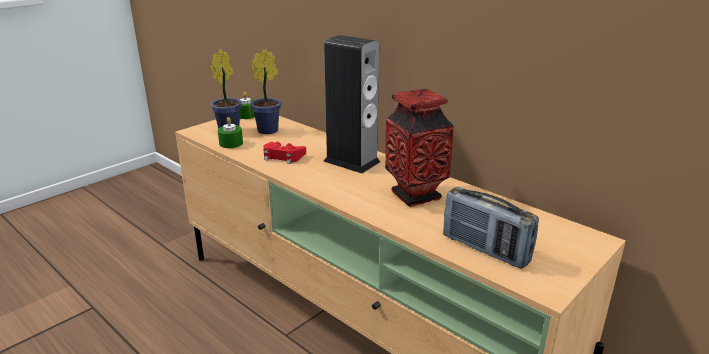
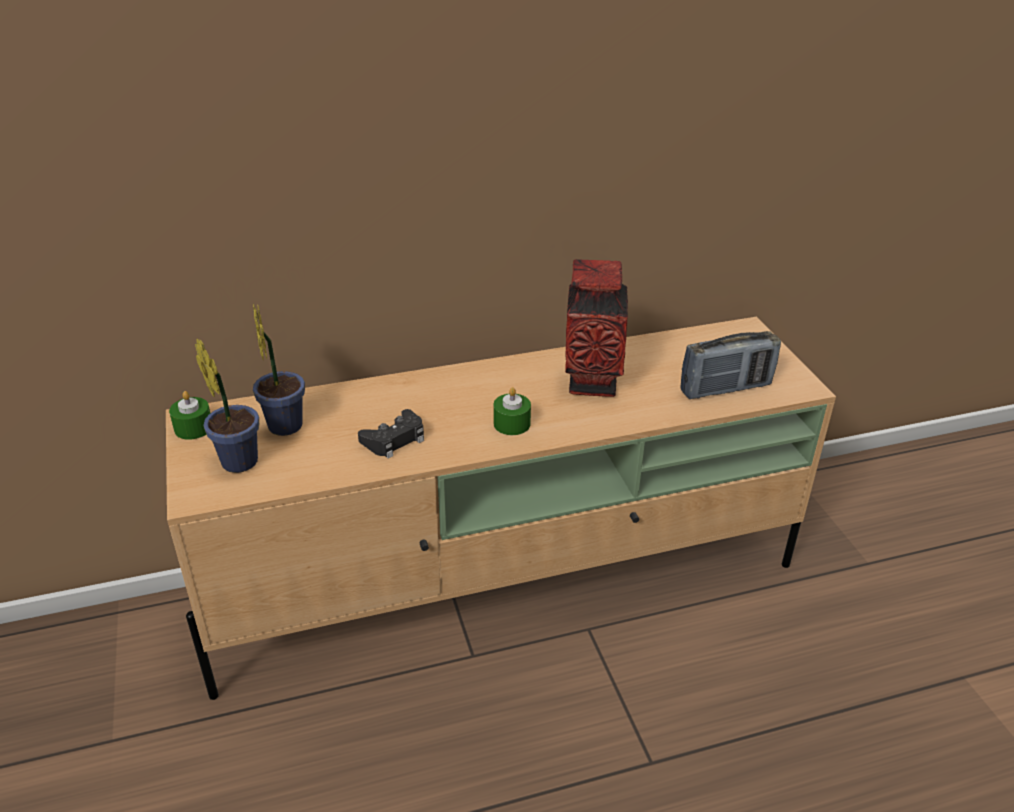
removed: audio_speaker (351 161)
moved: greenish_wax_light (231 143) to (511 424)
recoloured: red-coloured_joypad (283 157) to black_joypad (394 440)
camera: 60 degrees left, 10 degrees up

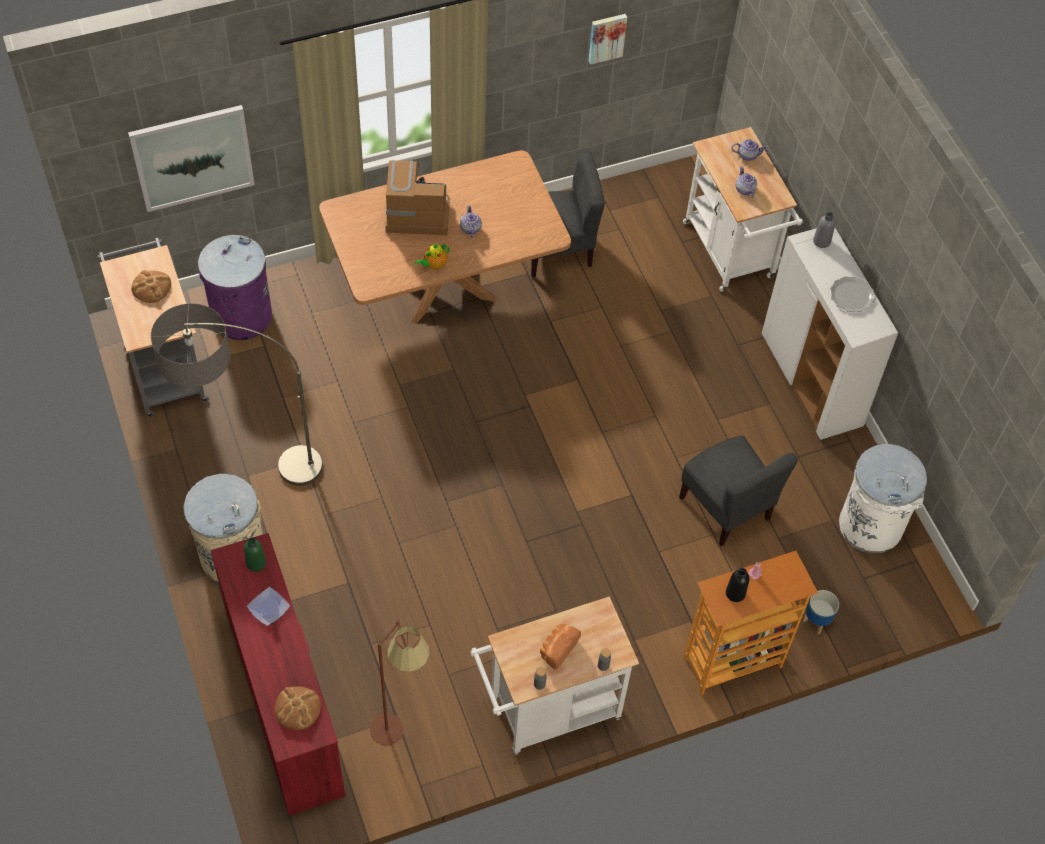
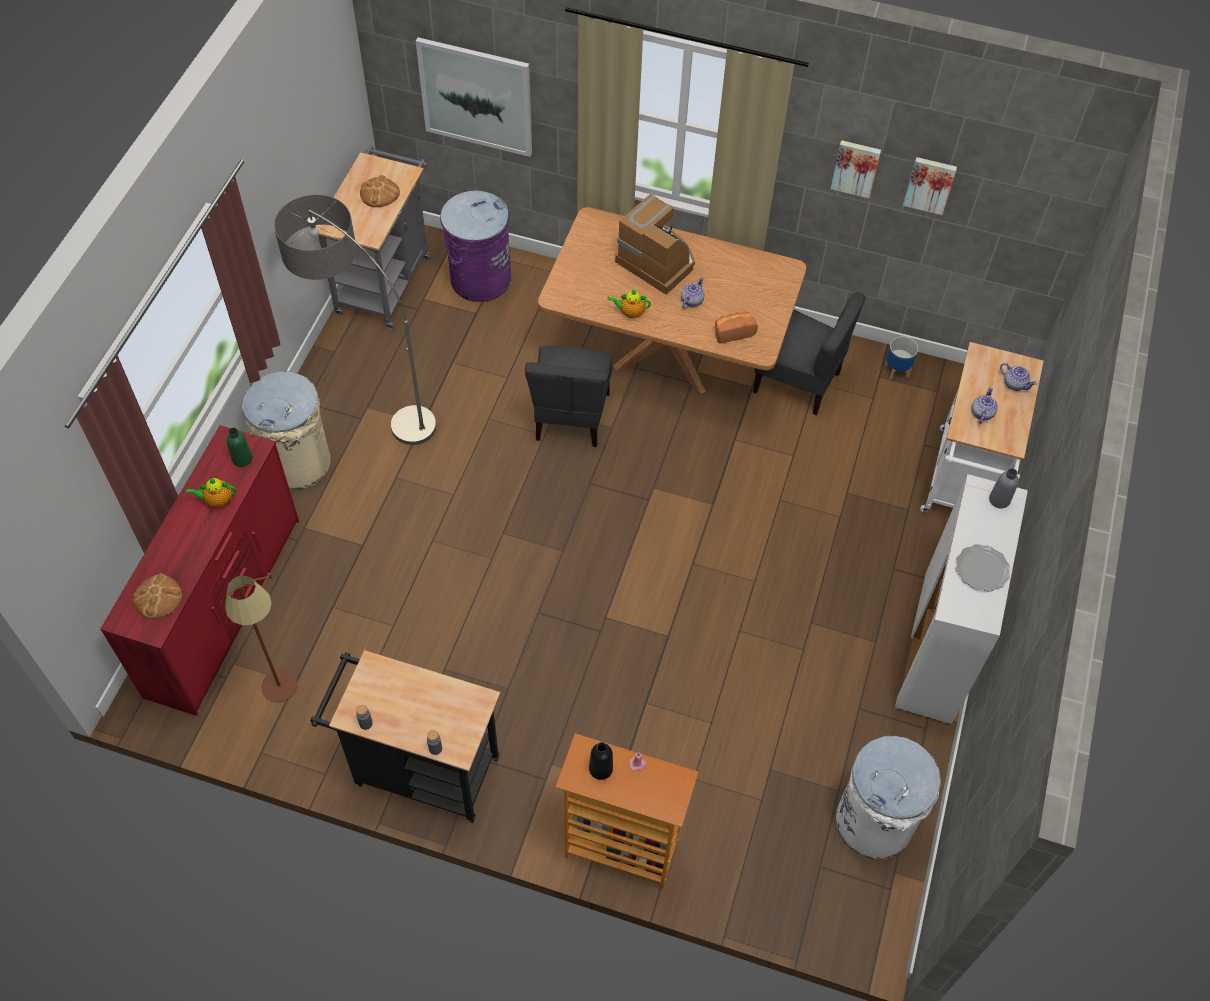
added: picture (856 167)
moved: baked_bread (557 649) to (733 332); grey_upright_chair (726 508) to (570 417); flower_pot (817 620) to (897 370)
replaced: dinner_plate (268 607) to tea_pot (217 500)
recoloured: white-coloured_trolley (547 711) to black_trolley (419 769)
camera: 40 degrees right, 0 degrees up

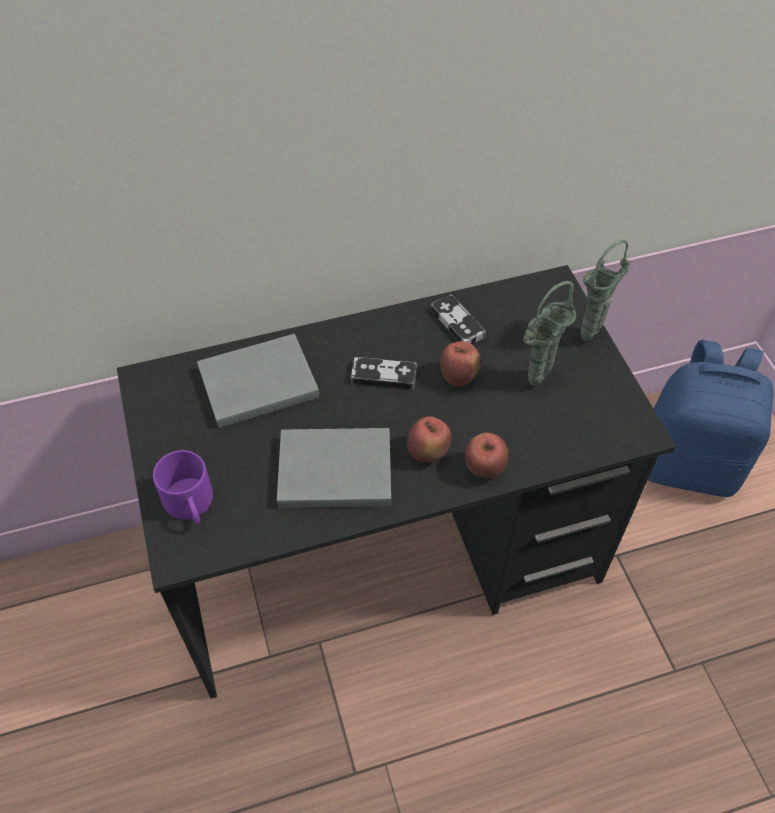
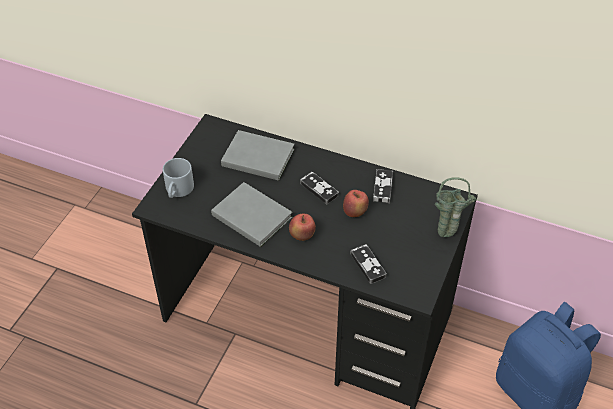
removed: apple_fruit (484 468); greenish_flower_vase (535 383)
added: joypad (368 265)
recoloured: purple-coloured_coffee_mug (192 504) to grey_coffee_mug (178 190)
camera: 40 degrees right, 5 degrees down

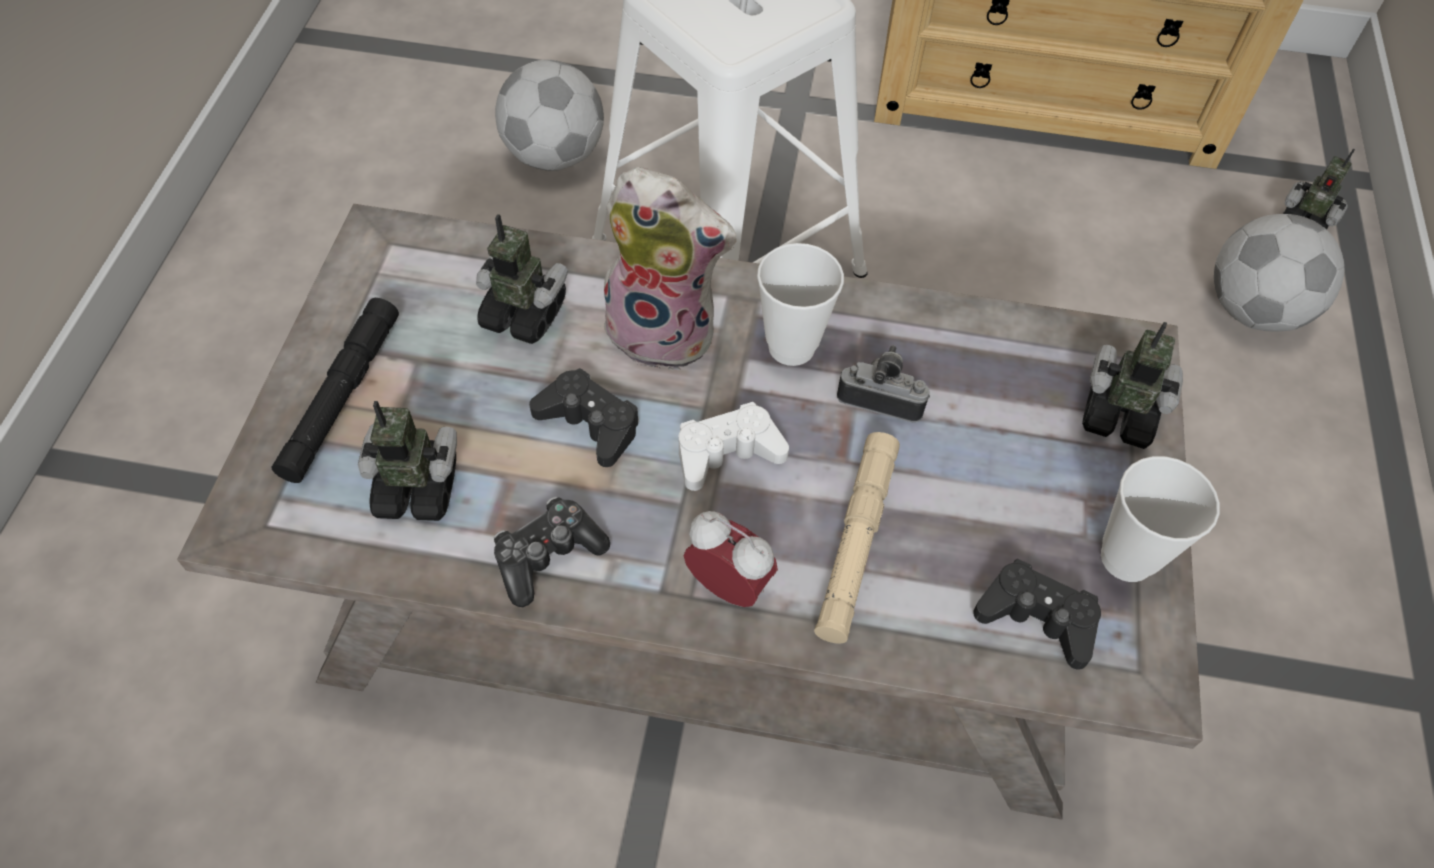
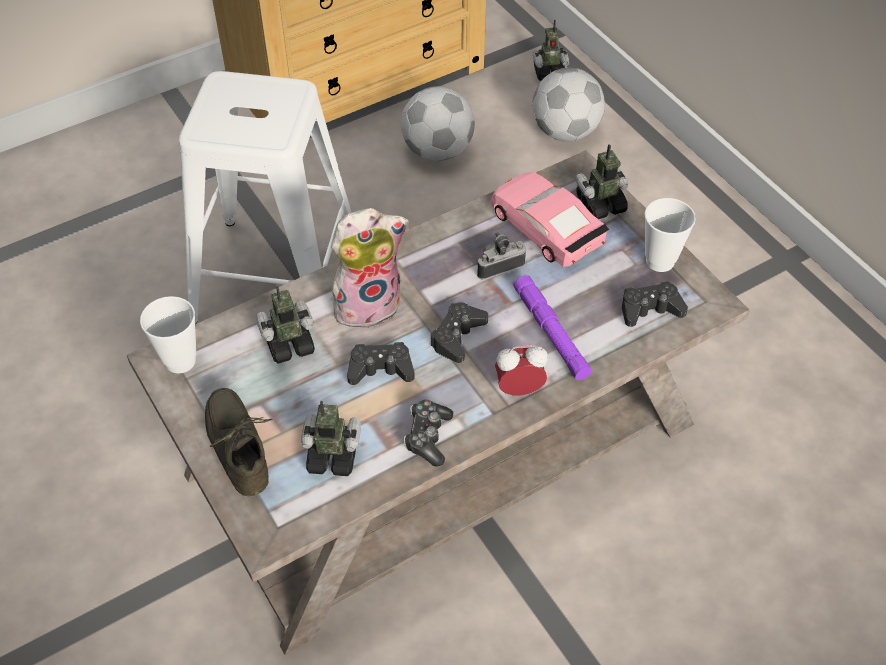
added: pink_miniature_car (546 228)
moved: ball_for_football (554 157) to (438 151); cup (791 347) to (180 361)
replaced: black_torch (342 396) to grey_shoe (242 446)
recoloured: white-coloured_joypad (727 453) to black_joypad (457 336); sand-coloured_torch (856 541) to purple-coloured_torch (551 332)
turned: robot_figure (417 488) = (333 456) 45 degrees clockwise
camera: 40 degrees left, 5 degrees down

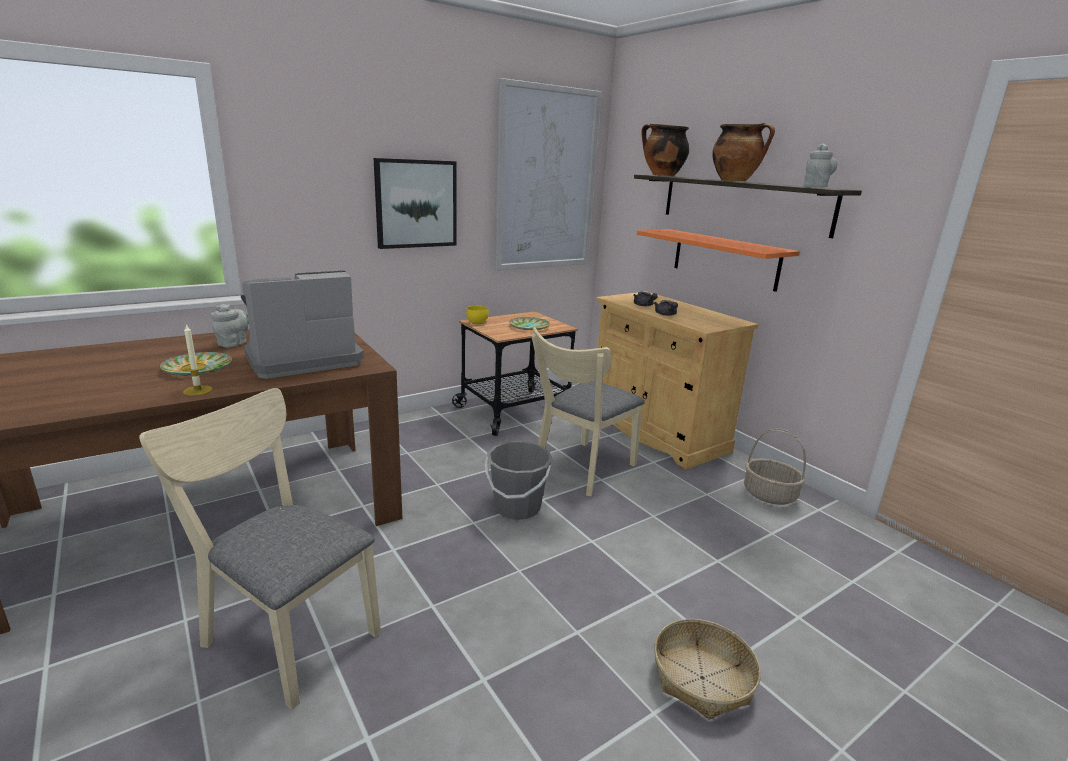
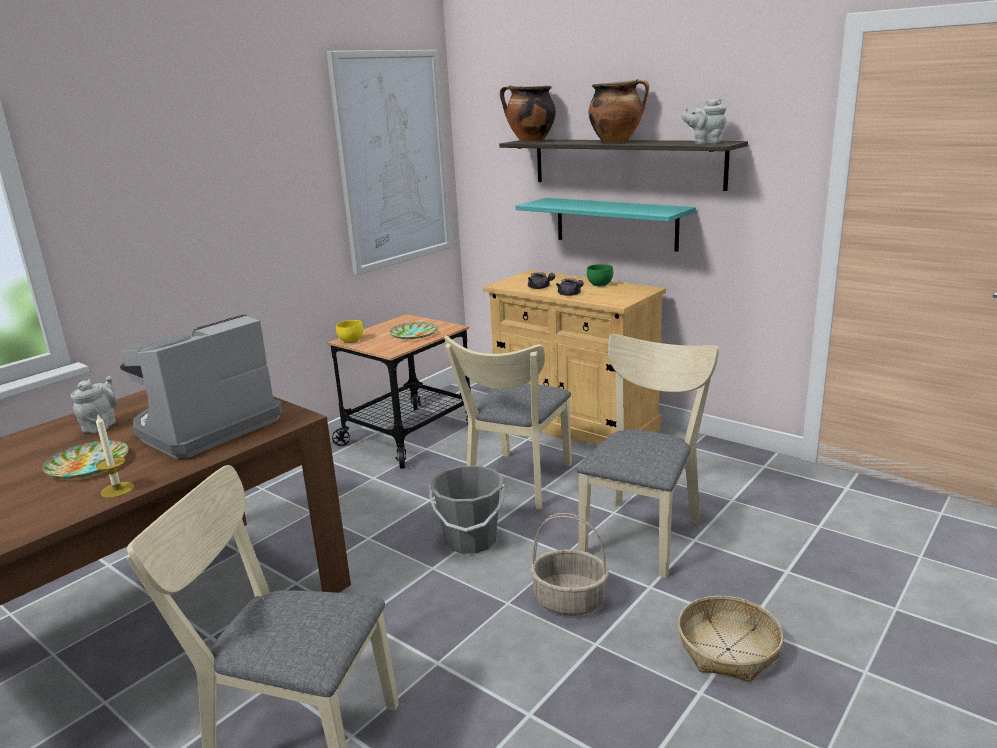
removed: picture (416 204)
added: sand-coloured_upright_chair (643 531); greenish_deep_dish (600 284)
moved: household_basket (770 495) to (570 600)
recoloured: orange-coloured_wall_shelf (725 259) to blue-green_wall_shelf (615 223)
turned: grey_tea_pot (816 187) = (705 142) 105 degrees counterclockwise
camera: 15 degrees left, 0 degrees up

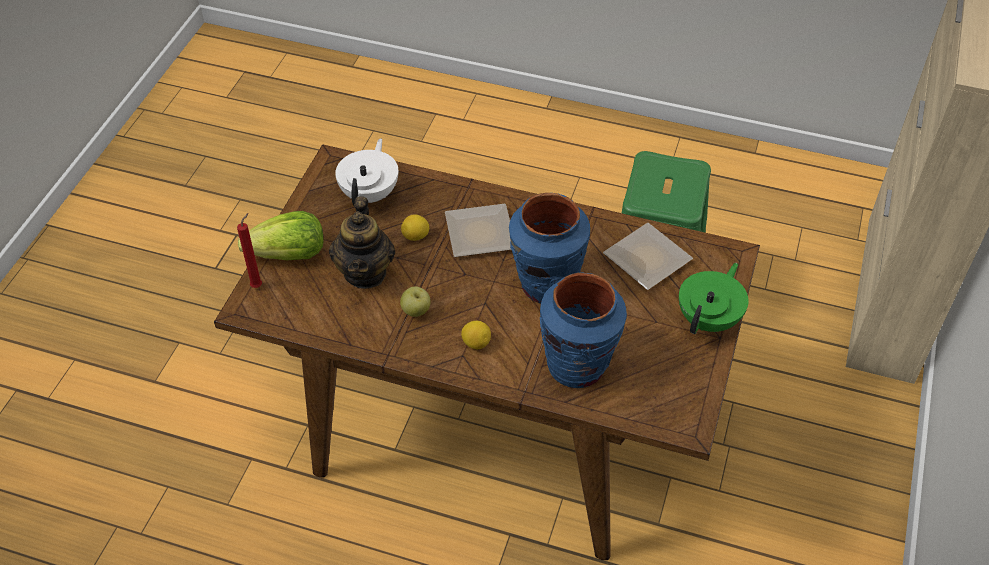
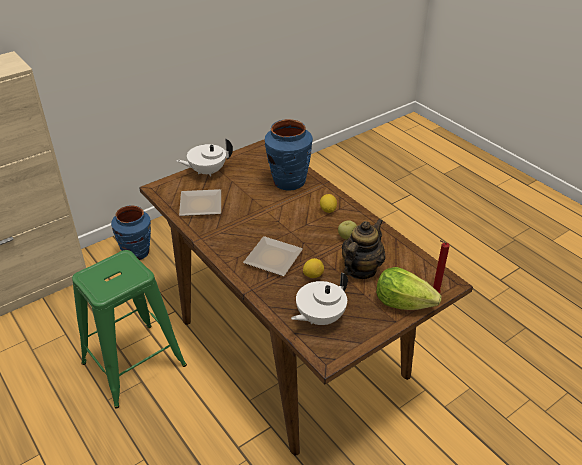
moved: bluish_flower_vase (547 285) to (136 253)
recoloured: greenish_tea_pot (709 319) to white-coloured_tea_pot (207 171)
camera: 145 degrees left, 10 degrees down

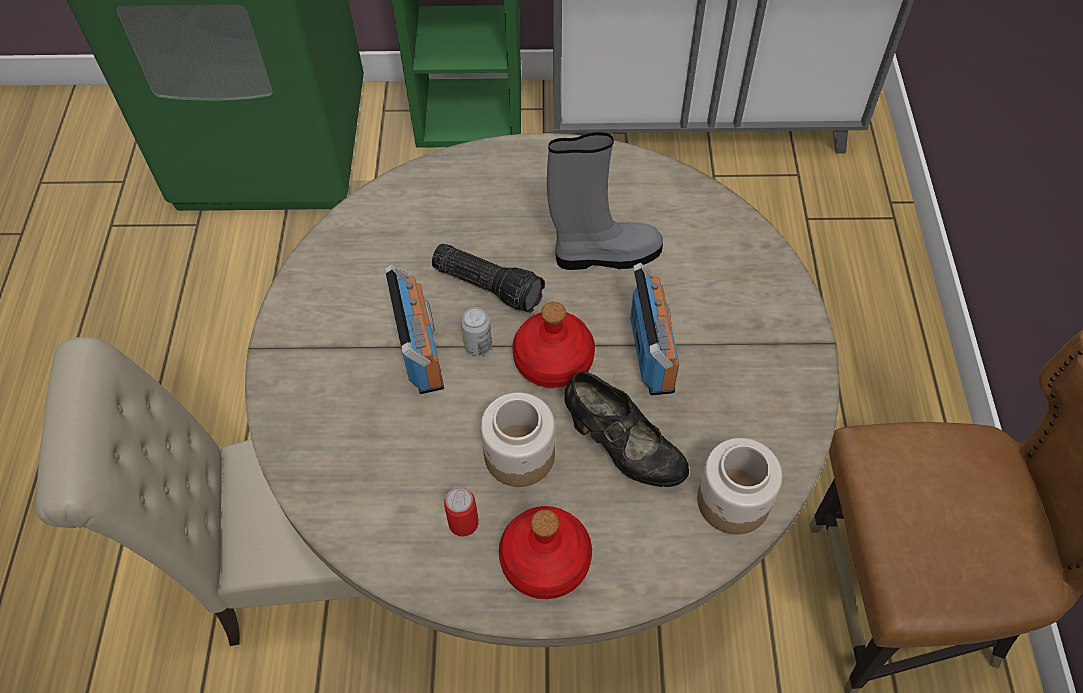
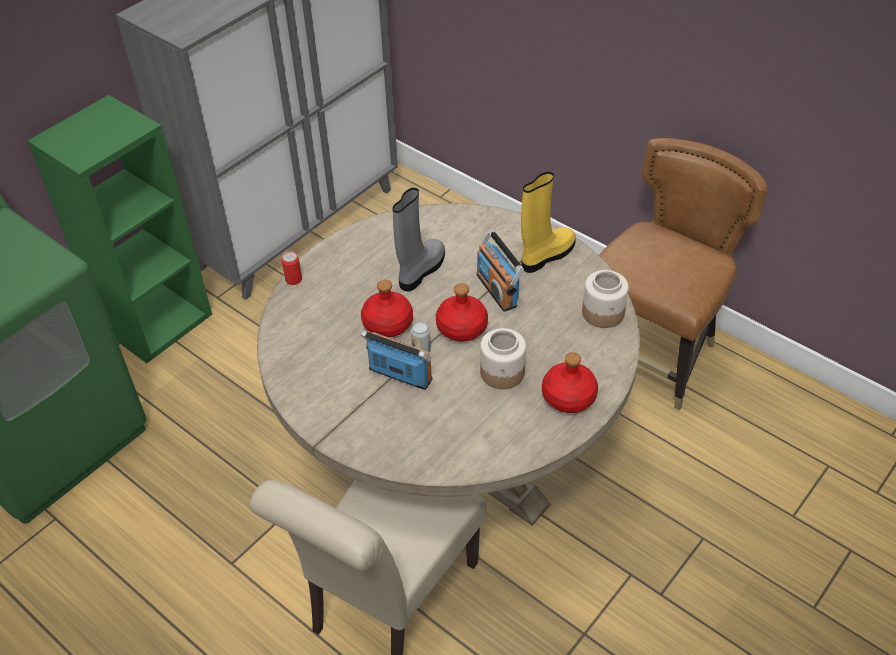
removed: black_shoe (623 448)
added: yellow-coloured_tall_boot (546 255)
moved: metal_can (463 523) to (293 279)
replaced: torch (489 285) to red-coloured_drink_bottle (388 324)
turned: radio (652 353) = (497 290) 150 degrees counterclockwise
camera: 50 degrees left, 10 degrees down

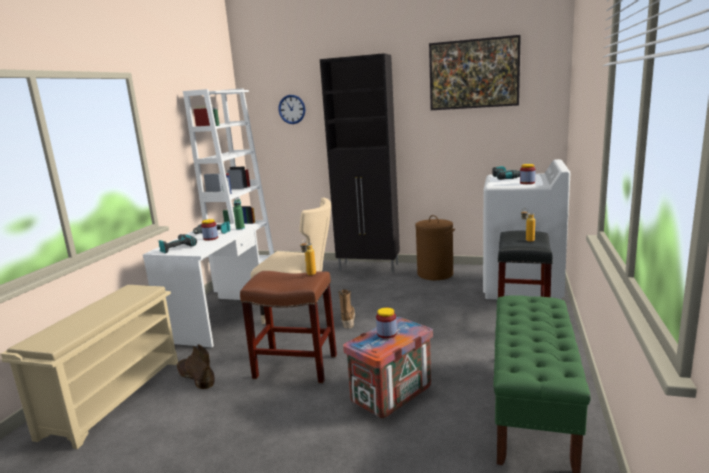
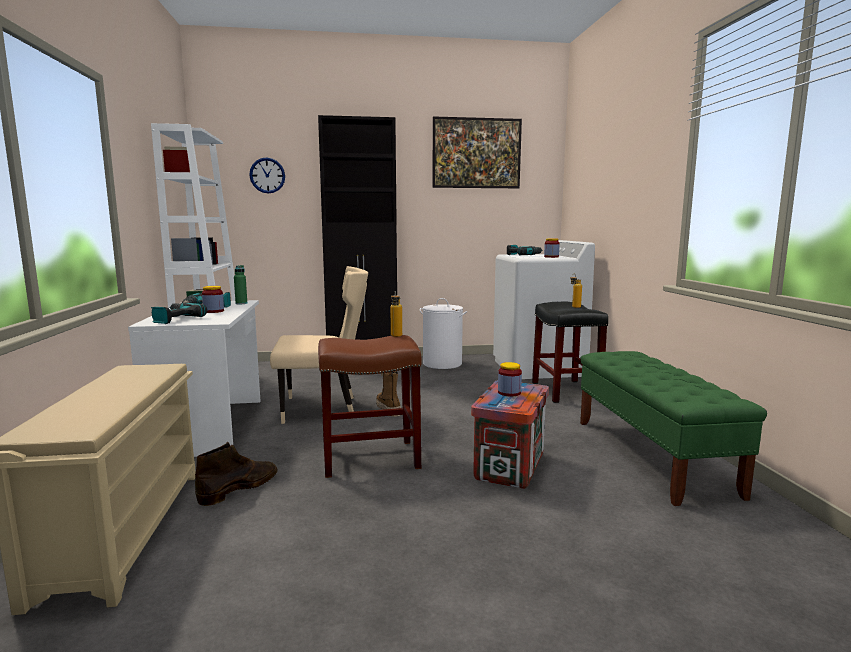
recoloured: brown_hamper (435 274) to white-coloured_hamper (442 364)
turned: brown_tall_boot (195 377) = (239 487) 105 degrees clockwise
camera: 25 degrees left, 5 degrees down

